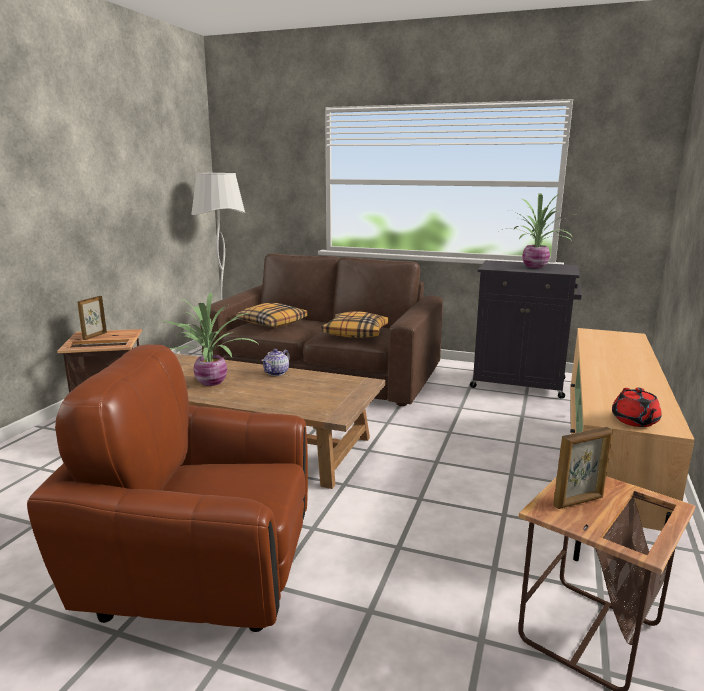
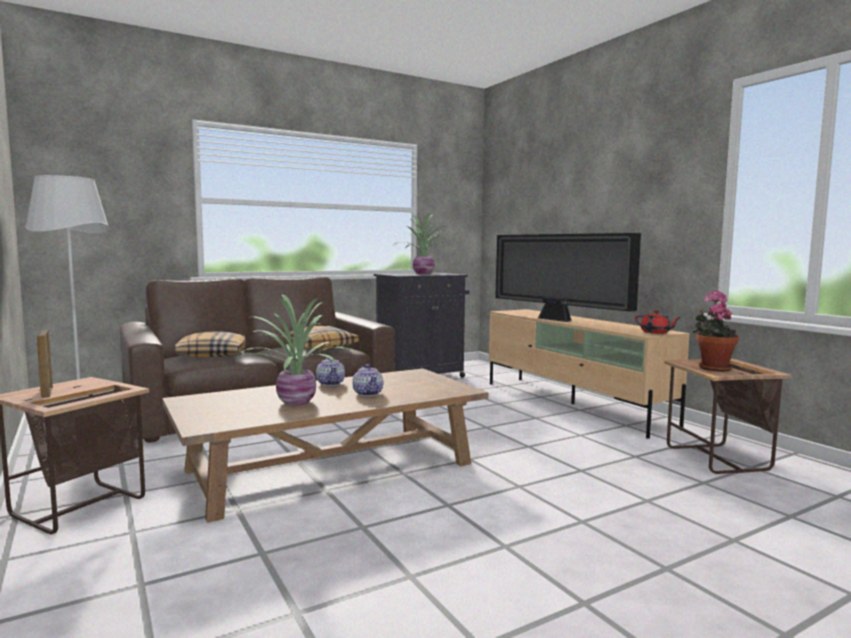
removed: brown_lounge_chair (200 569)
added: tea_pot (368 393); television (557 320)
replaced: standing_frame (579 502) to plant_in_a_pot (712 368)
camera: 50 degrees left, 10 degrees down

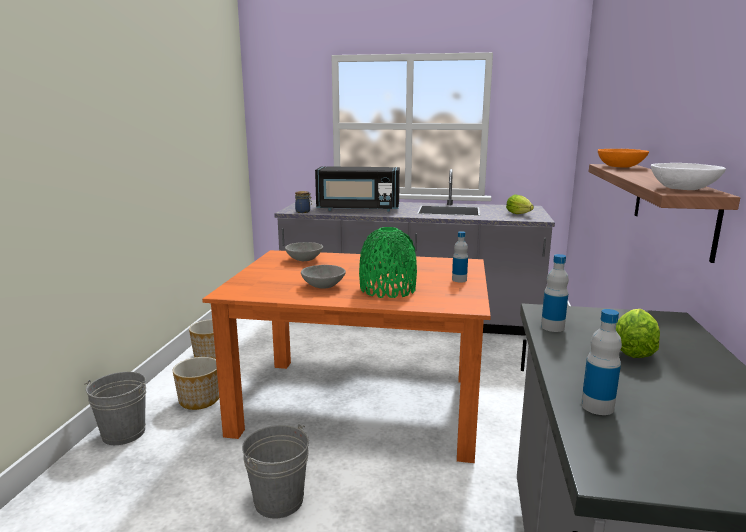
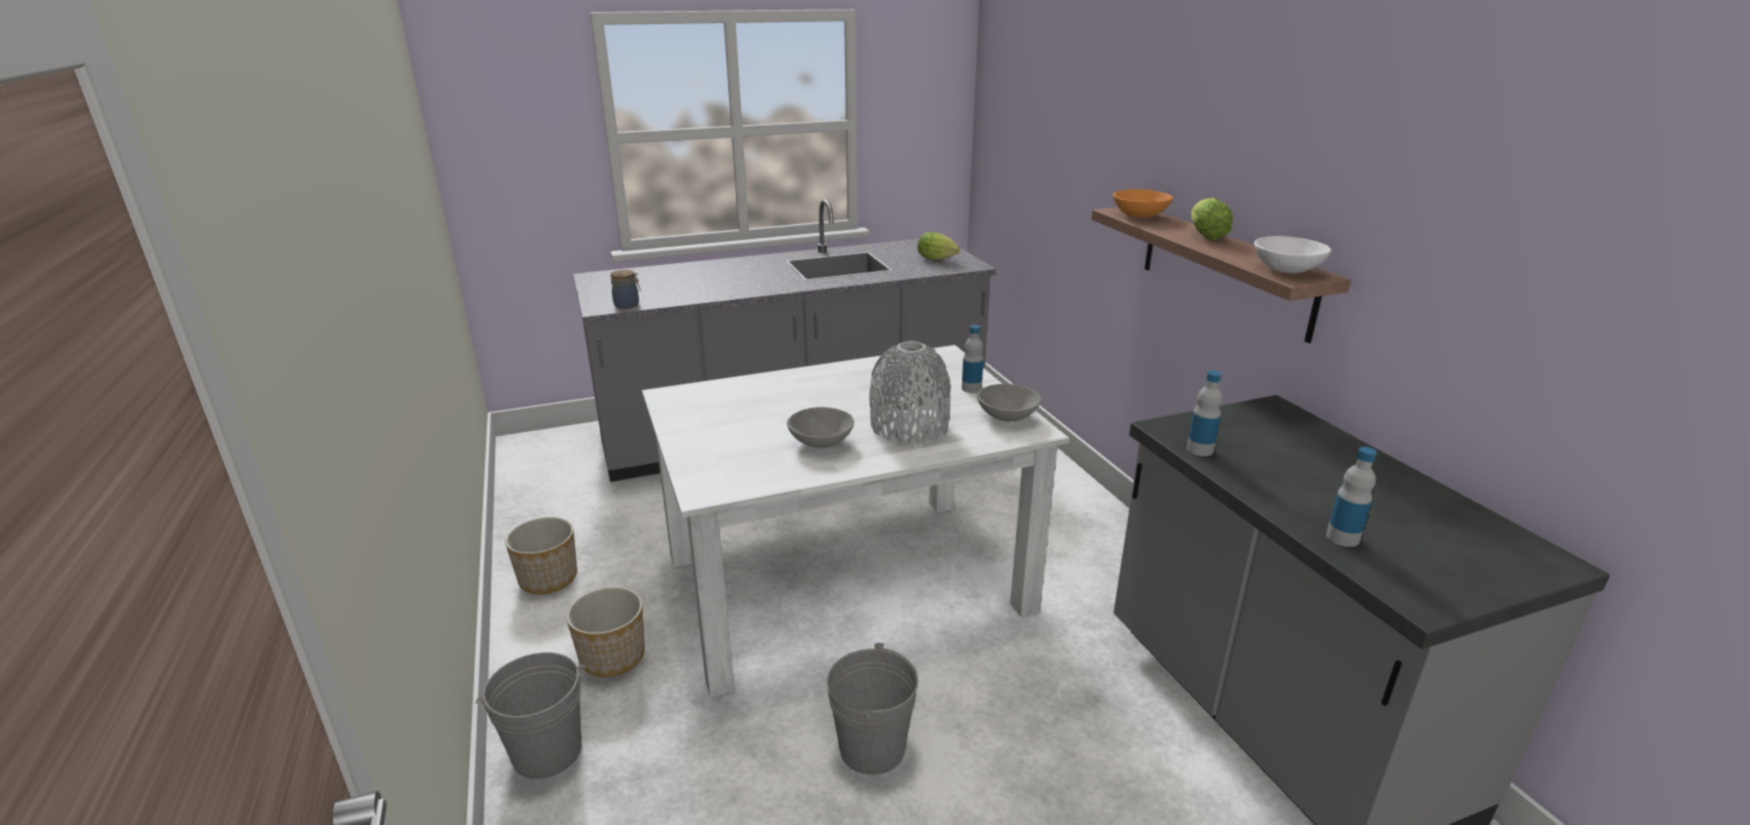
removed: black_microwave (358 209)
moved: grey_deep_dish (304 259) to (1007 416); head_of_lettuce (633 349) to (1204 235)
recoloured: orange-coloured_kitchen_table (362 403) to white-coloured_kitchen_table (848 581); greenish_flower_vase (387 289) to grey_flower_vase (909 426)
camera: 30 degrees left, 10 degrees up

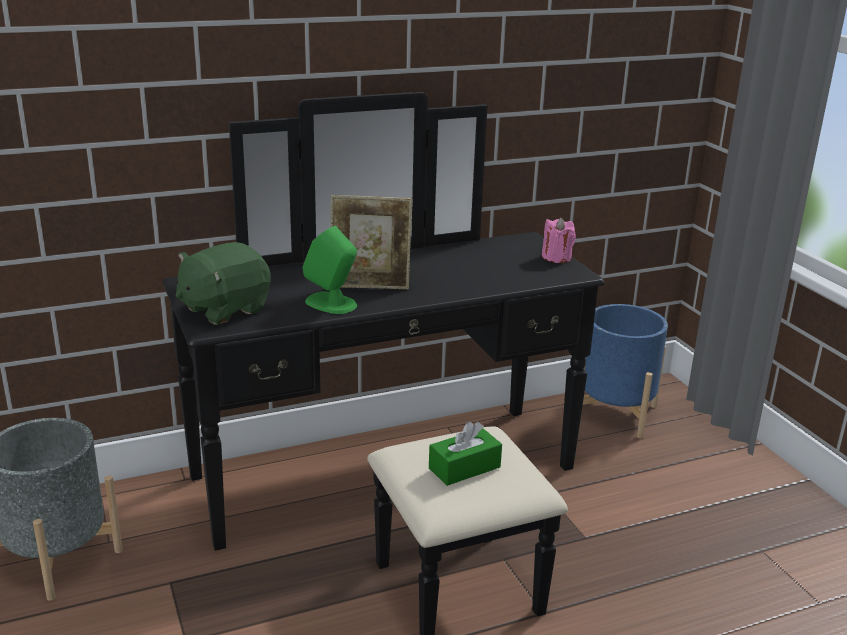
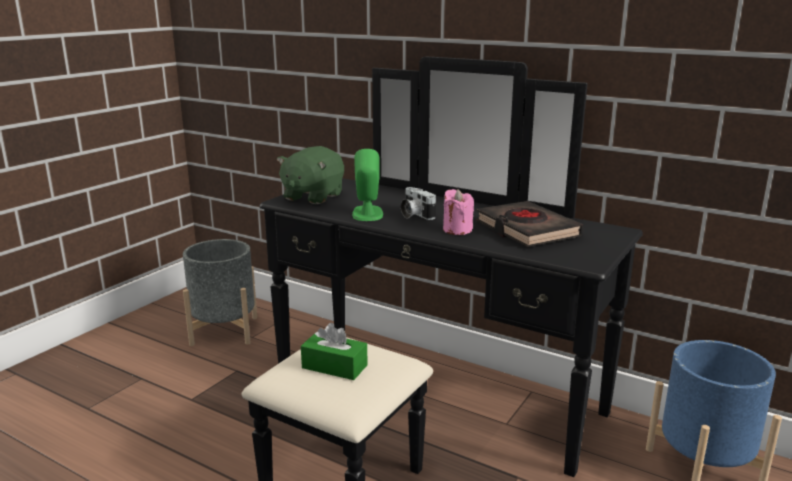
added: black_bound_book (526 230)
moved: pink_wax_light (556 257) to (457 230)
replaced: standing_frame (370 286) to photo_camera (414 215)
turned: greenish_cuddly_toy (224 309) = (312 196) 75 degrees counterclockwise
camera: 55 degrees right, 5 degrees down

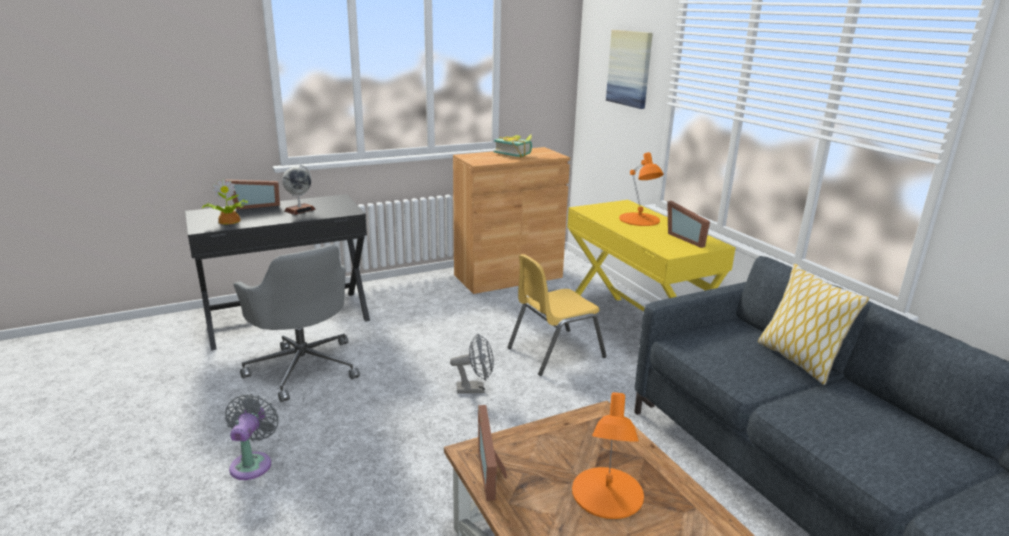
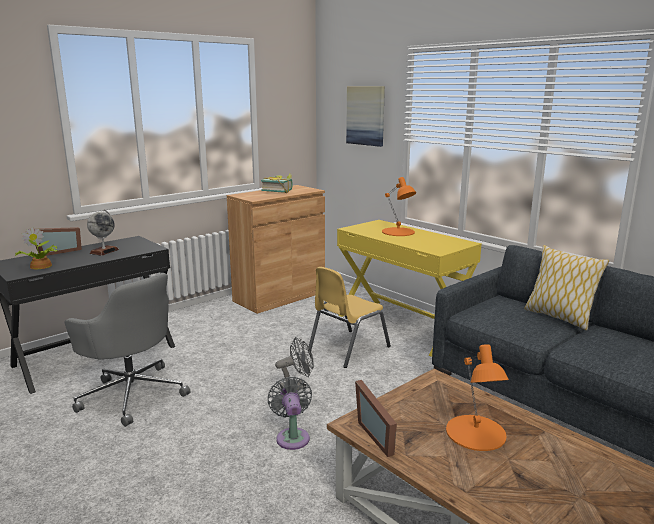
removed: standing_frame (687 238)
moved: grey_electric_fan (252 463) to (292 436)
camera: 15 degrees left, 5 degrees down

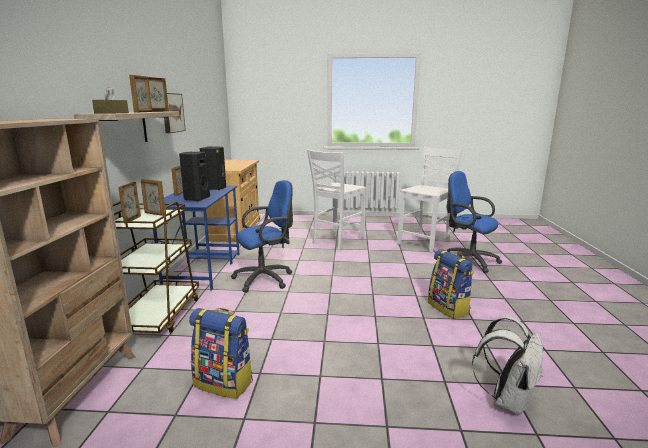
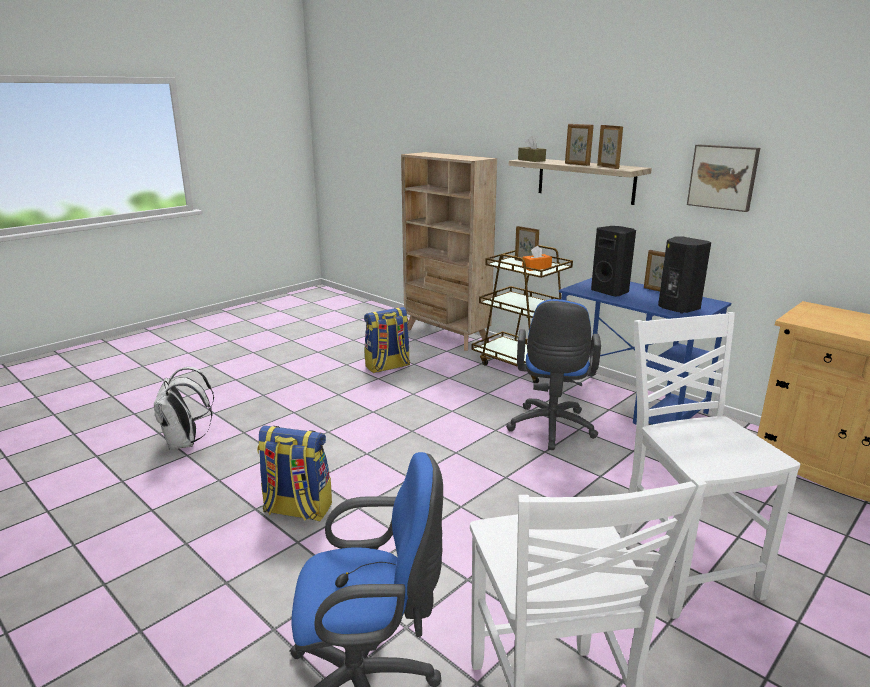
replaced: standing_frame (154 214) to orange-coloured_tissue_holder (536 268)
camera: 130 degrees right, 5 degrees up

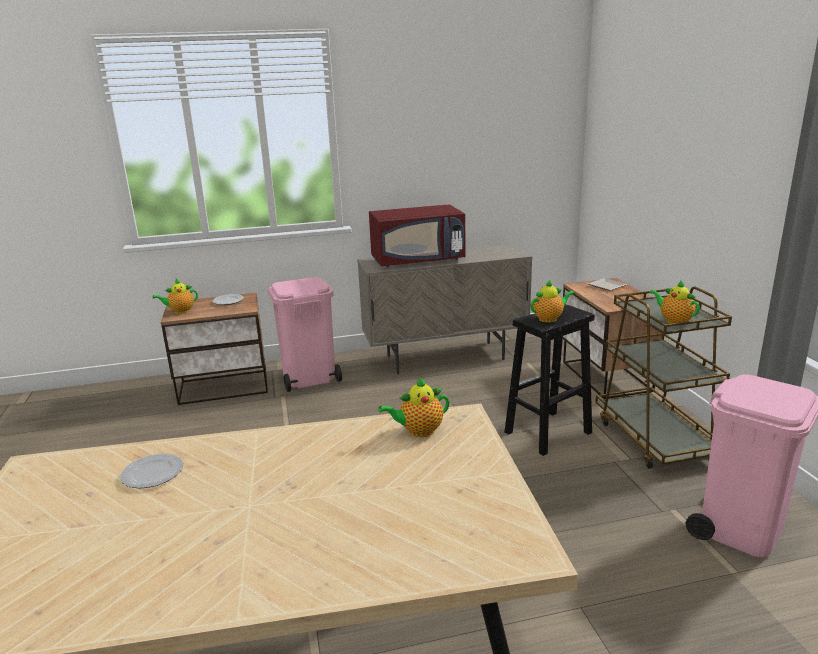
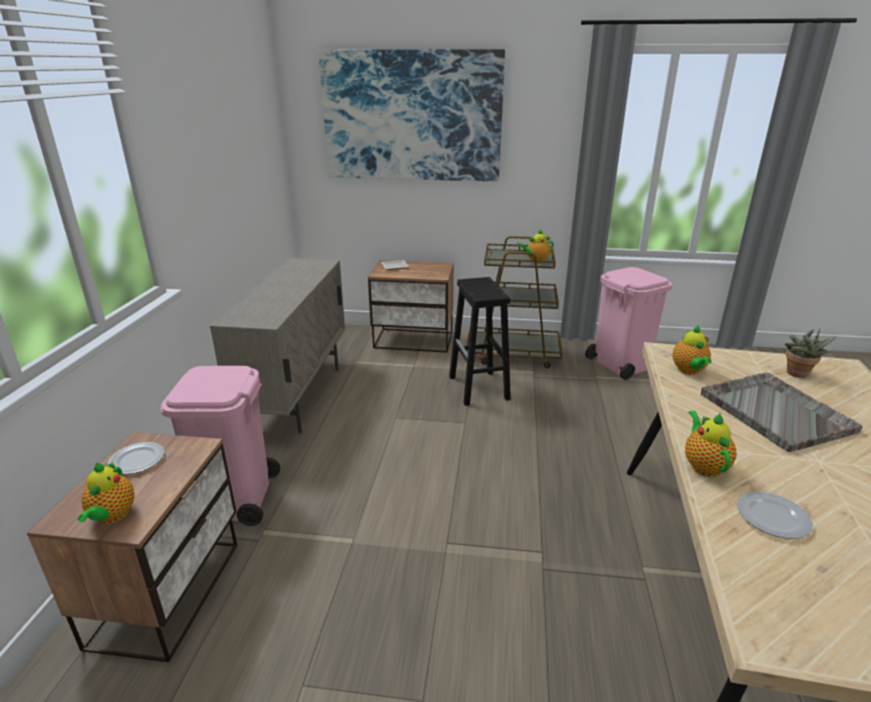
removed: red-coloured_microwave (418 260)
added: picture (412 116); grey_serving_tray (774 411); plant_in_a_pot (798 375)
moved: tea_pot (549 319) to (703 466)
camera: 70 degrees left, 5 degrees up

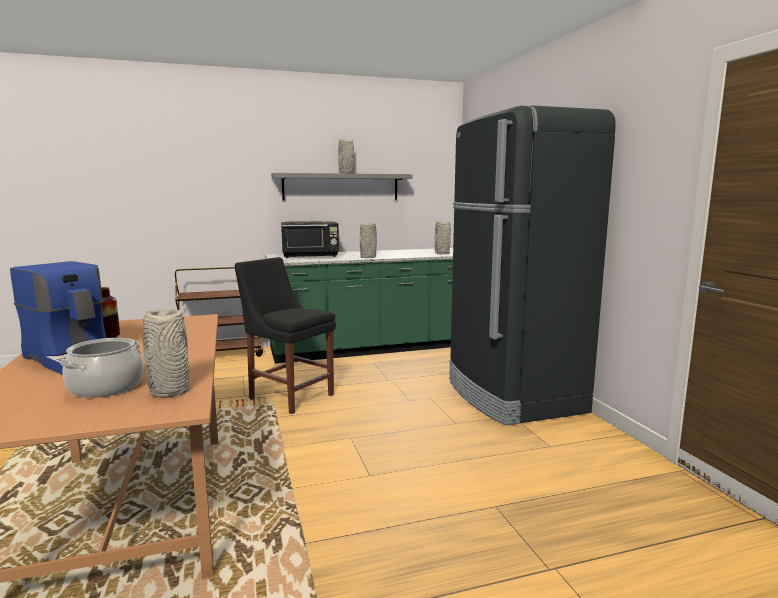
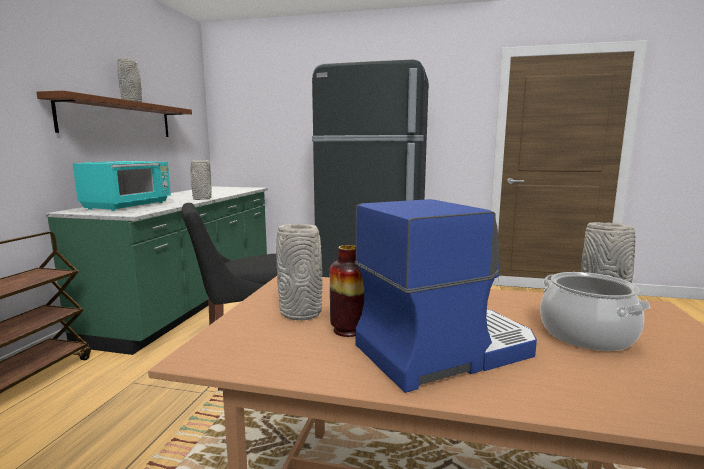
moved: grey_flower_vase (442 253) to (301 313)
recoloured: grey_wall_shelf (341 187) to brown_wall_shelf (119 119); black_microwave (311 256) to blue-green_microwave (129 205)
camera: 60 degrees left, 0 degrees up

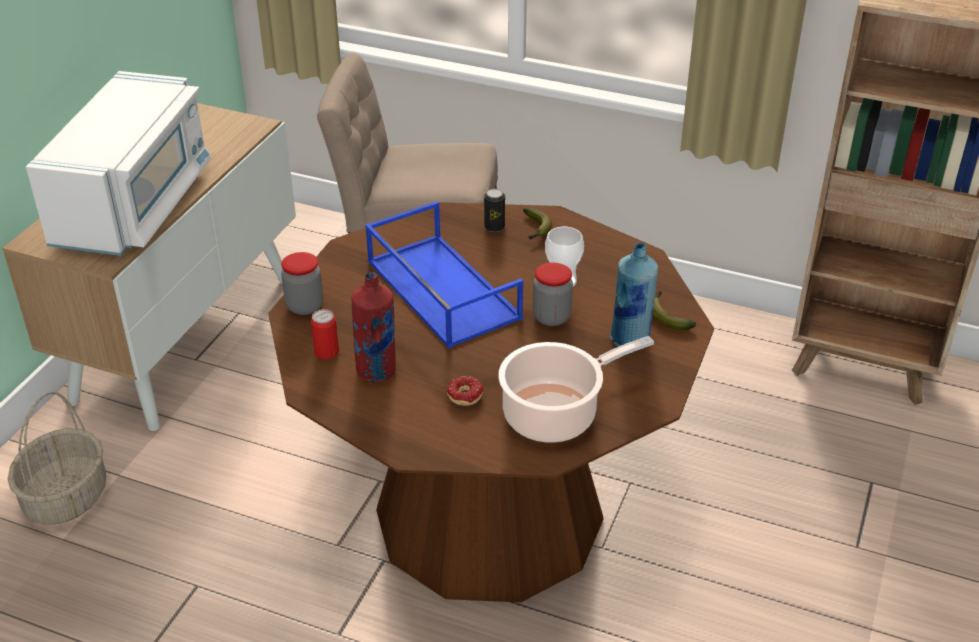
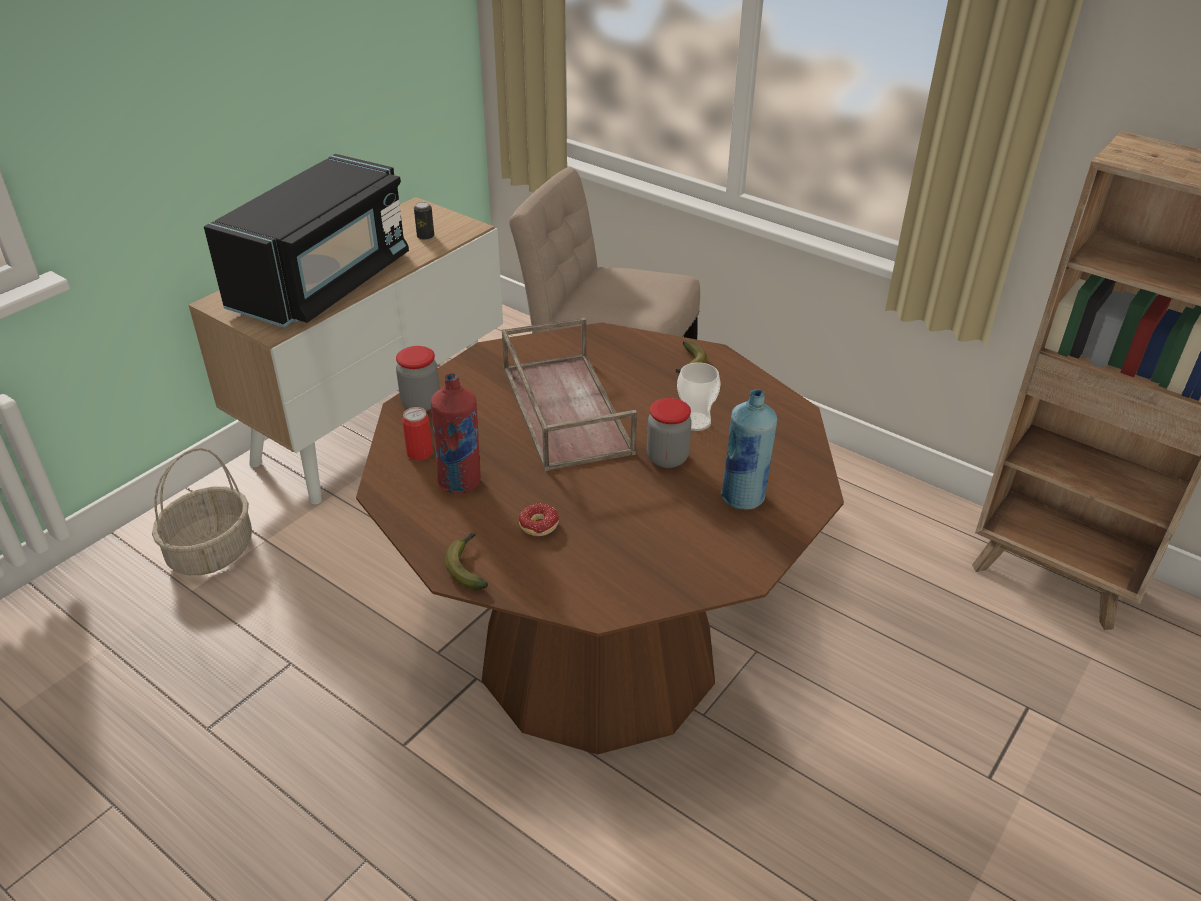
removed: cooking_pot (556 414)
moved: metal_can (494 227) to (425 236); whole_banana (667 316) to (467 566)
recoloured: white-coloured_microwave (135 204) to black_microwave (323 283); bluish_serving_tray (440 289) to brown_serving_tray (563 409)
camera: 15 degrees right, 0 degrees up

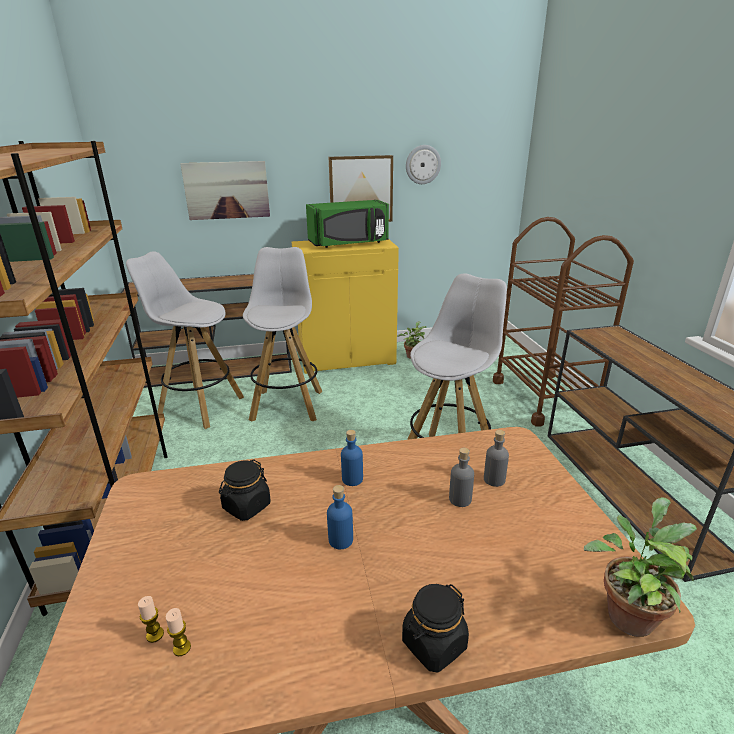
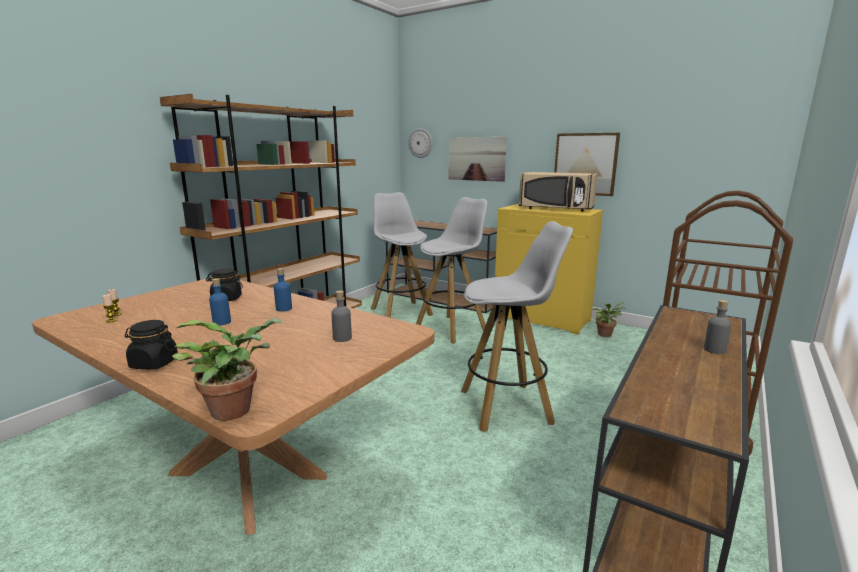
moved: wall_clock (423 164) to (420 143); grey_drink_bottle (460 499) to (714 350)
recoloured: greenish_microwave (349 243) to sand-coloured_microwave (555 209)
camera: 45 degrees right, 10 degrees down

